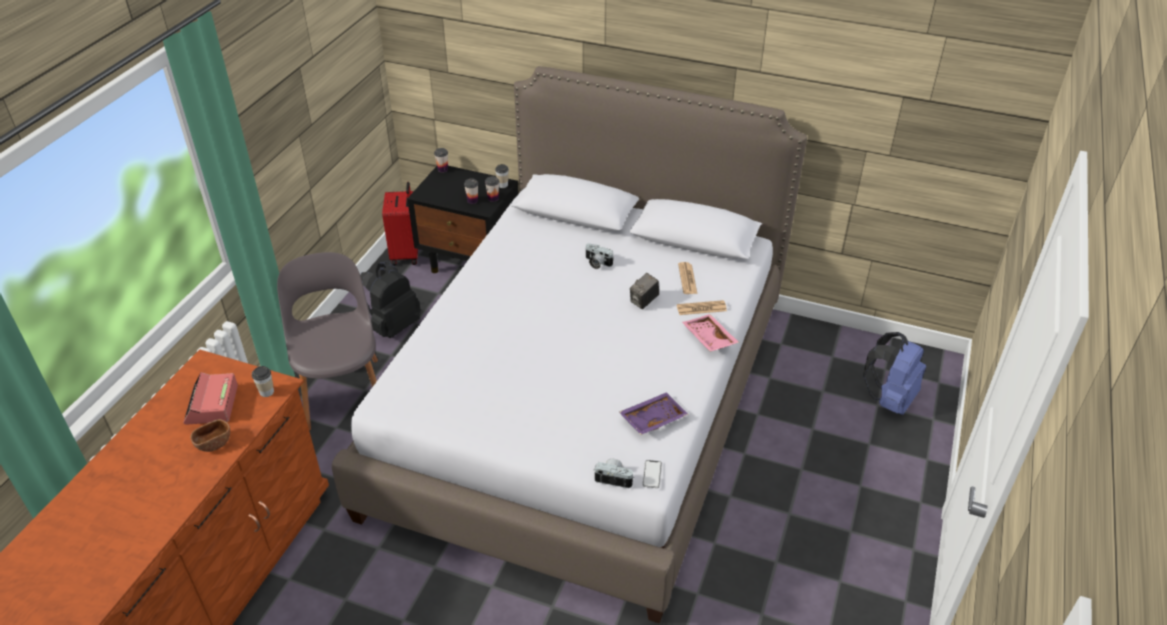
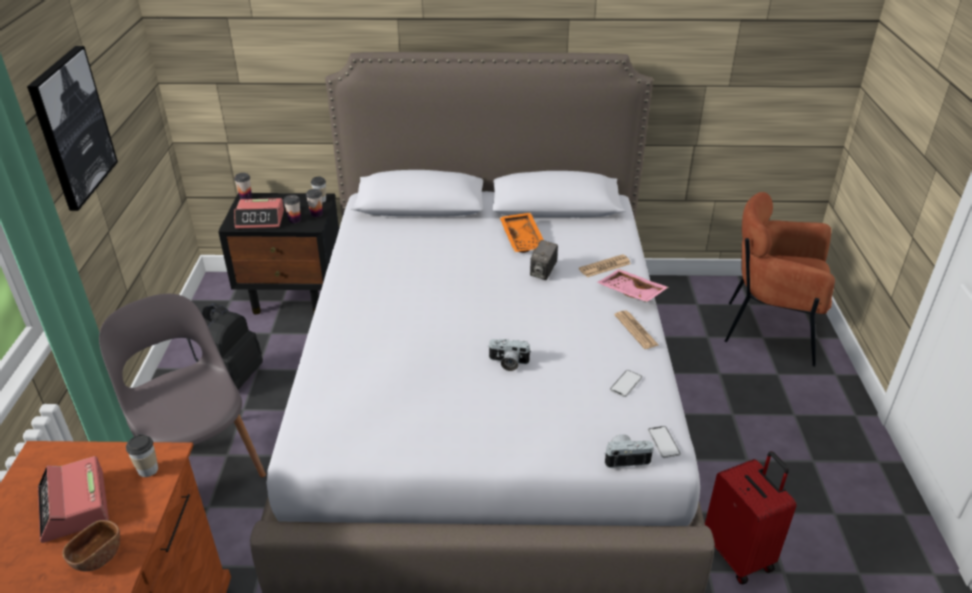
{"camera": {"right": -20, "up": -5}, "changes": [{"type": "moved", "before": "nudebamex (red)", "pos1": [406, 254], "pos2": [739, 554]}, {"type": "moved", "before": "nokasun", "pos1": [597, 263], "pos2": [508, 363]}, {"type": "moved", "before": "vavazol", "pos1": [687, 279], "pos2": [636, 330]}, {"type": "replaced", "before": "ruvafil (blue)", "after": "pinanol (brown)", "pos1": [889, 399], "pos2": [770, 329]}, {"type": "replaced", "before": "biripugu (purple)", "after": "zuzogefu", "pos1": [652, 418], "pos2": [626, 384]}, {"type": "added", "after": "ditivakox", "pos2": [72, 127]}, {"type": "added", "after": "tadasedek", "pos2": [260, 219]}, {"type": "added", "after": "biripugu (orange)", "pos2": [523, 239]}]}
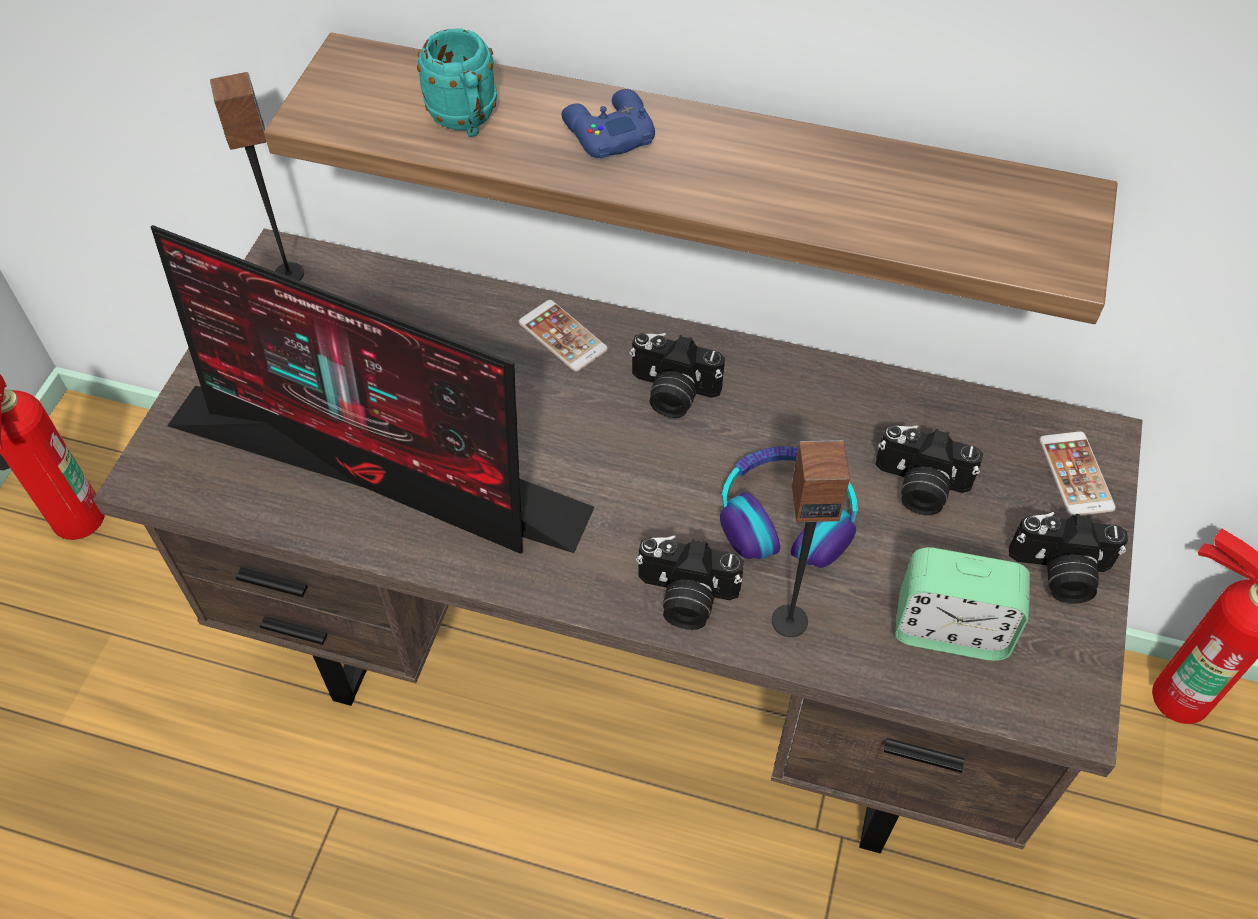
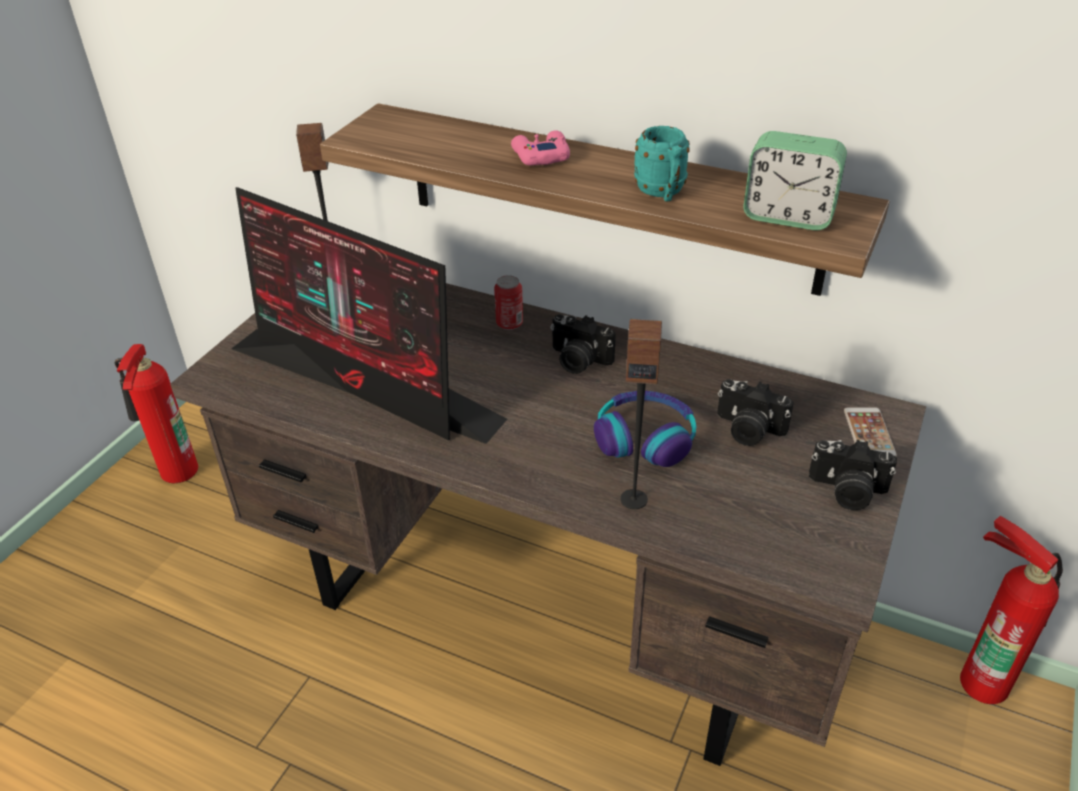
{"camera": {"right": 10, "up": -15}, "changes": [{"type": "moved", "before": "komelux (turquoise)", "pos1": [466, 121], "pos2": [662, 193]}, {"type": "recoloured", "before": "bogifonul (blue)", "after": "bogifonul (pink)", "pos1": [608, 132], "pos2": [540, 156]}, {"type": "replaced", "before": "zuzogefu", "after": "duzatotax", "pos1": [562, 336], "pos2": [509, 323]}, {"type": "removed", "before": "nokasun", "pos1": [685, 598]}, {"type": "moved", "before": "tadasedek", "pos1": [950, 629], "pos2": [788, 216]}]}
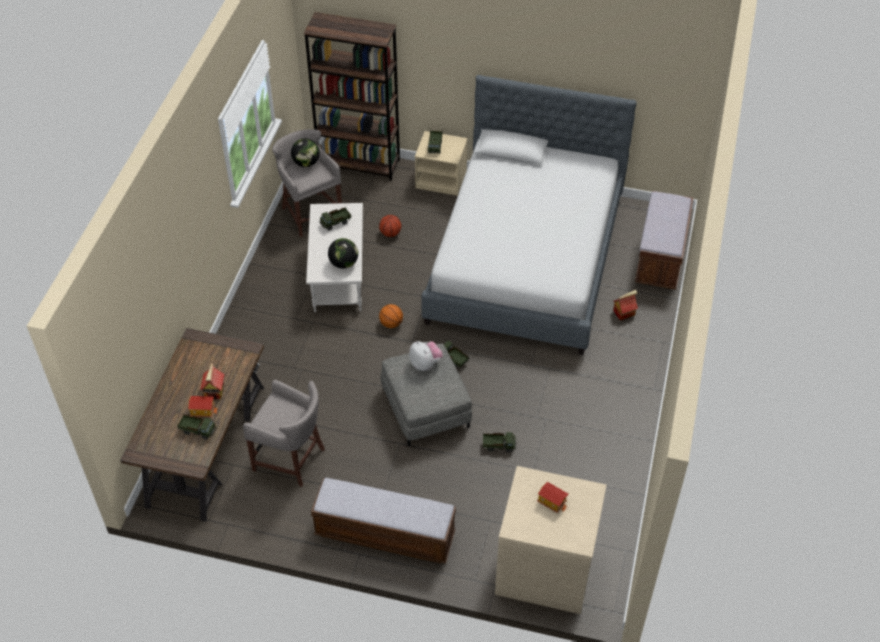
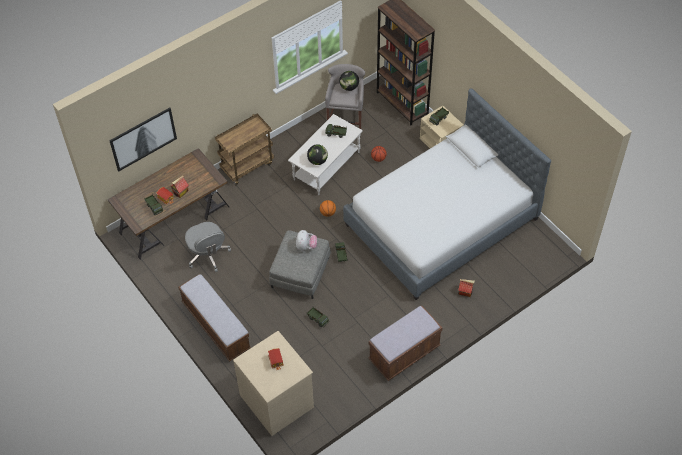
{"camera": {"right": 40, "up": 5}, "changes": [{"type": "moved", "before": "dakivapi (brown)", "pos1": [660, 259], "pos2": [404, 354]}, {"type": "replaced", "before": "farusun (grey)", "after": "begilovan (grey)", "pos1": [291, 459], "pos2": [208, 255]}, {"type": "added", "after": "ditivakox", "pos2": [143, 139]}, {"type": "added", "after": "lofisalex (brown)", "pos2": [247, 166]}]}
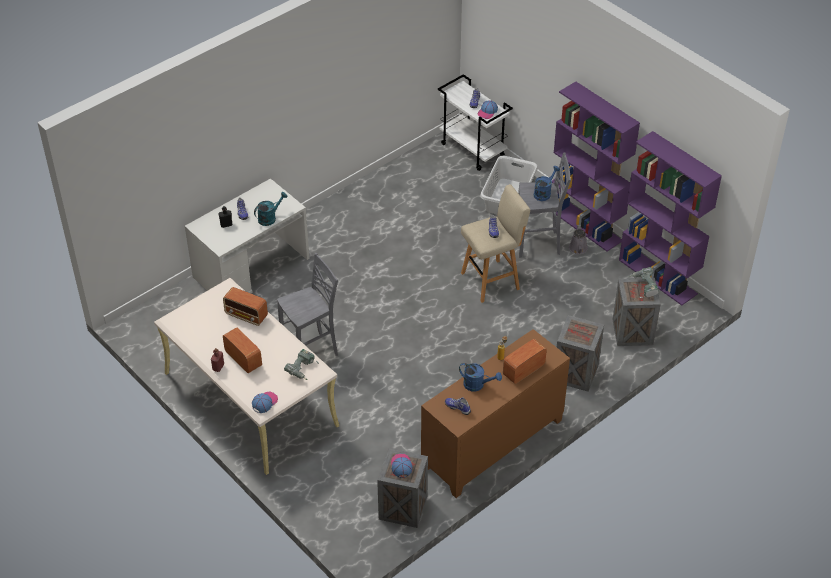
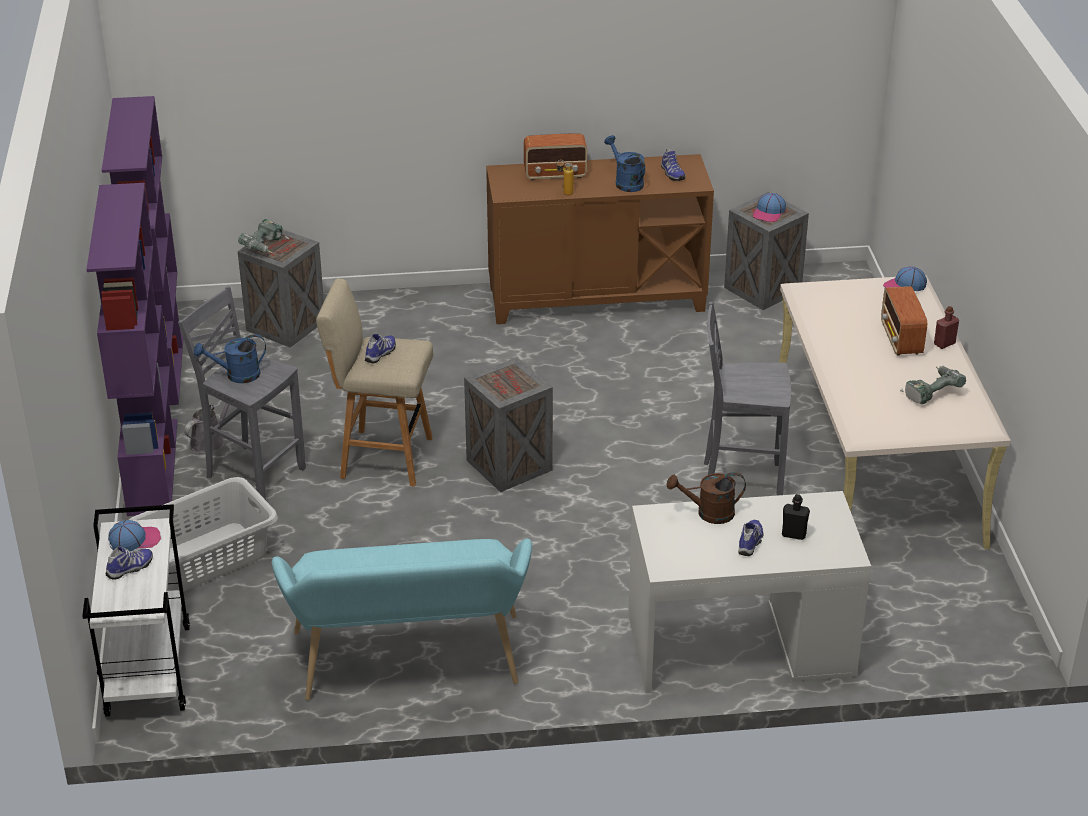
{"camera": {"right": -145, "up": -10}, "changes": [{"type": "recoloured", "before": "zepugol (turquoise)", "after": "zepugol (brown)", "pos1": [270, 218], "pos2": [708, 513]}, {"type": "removed", "before": "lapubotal", "pos1": [246, 316]}, {"type": "moved", "before": "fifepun", "pos1": [576, 374], "pos2": [509, 464]}, {"type": "moved", "before": "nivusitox", "pos1": [302, 370], "pos2": [930, 392]}, {"type": "added", "after": "dakivapi (turquoise)", "pos2": [409, 665]}]}
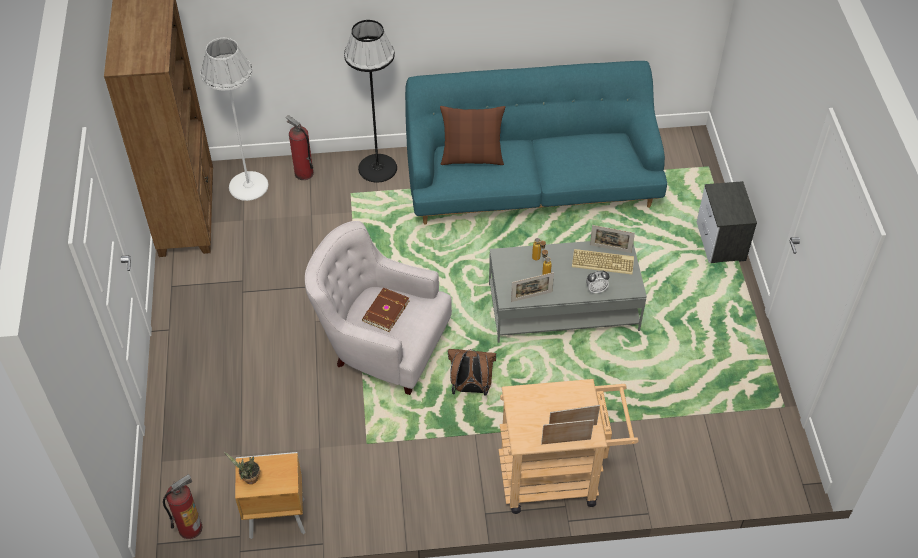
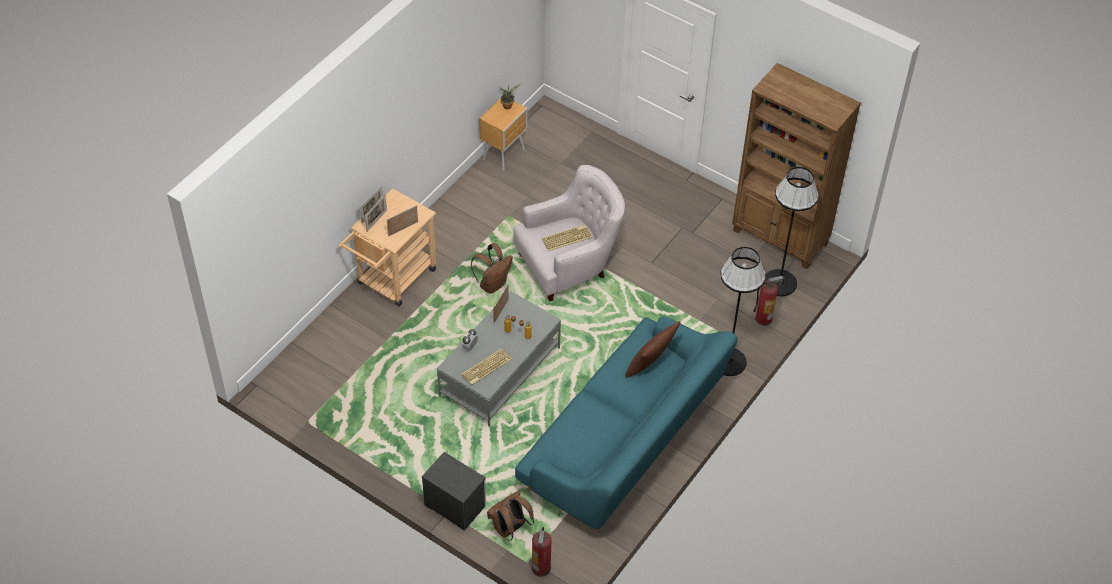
{"camera": {"right": 130, "up": 0}, "changes": [{"type": "recoloured", "before": "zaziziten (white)", "after": "zaziziten (black)", "pos1": [248, 185], "pos2": [780, 282]}, {"type": "moved", "before": "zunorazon", "pos1": [610, 248], "pos2": [403, 229]}, {"type": "replaced", "before": "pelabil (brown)", "after": "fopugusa", "pos1": [385, 311], "pos2": [566, 237]}, {"type": "moved", "before": "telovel", "pos1": [190, 527], "pos2": [541, 568]}, {"type": "added", "after": "ruvafil (brown)", "pos2": [510, 529]}]}
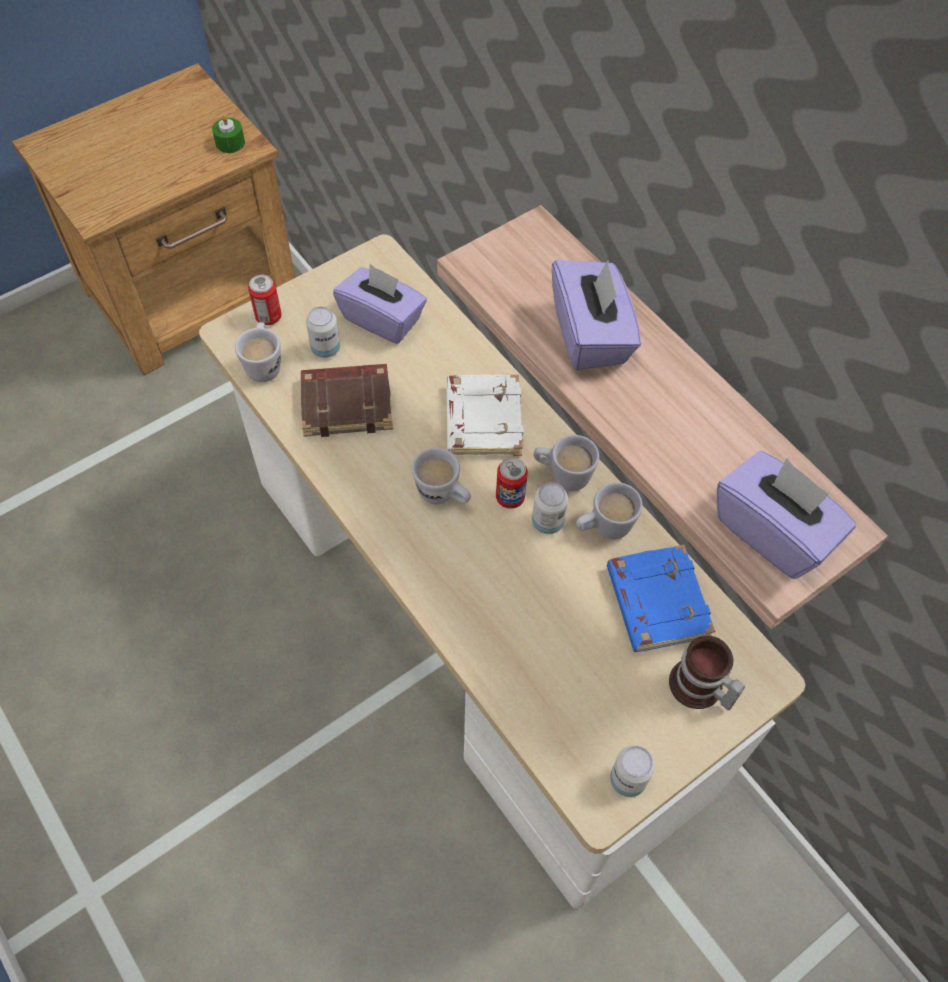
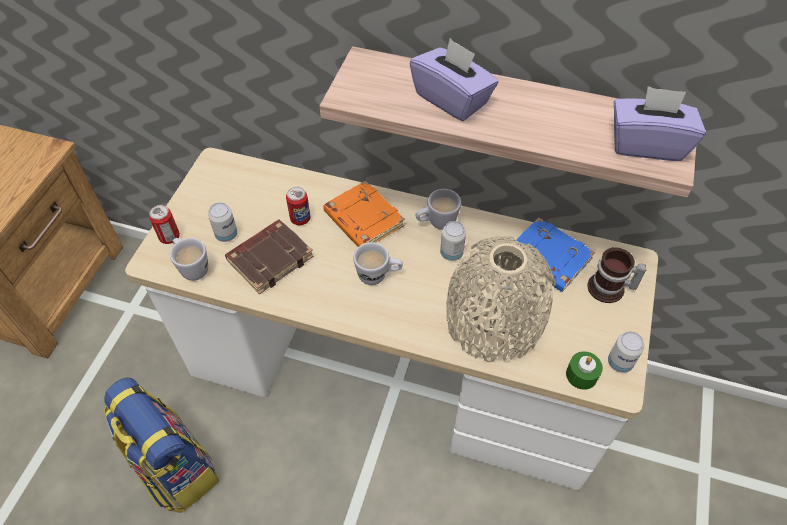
{"camera": {"right": -35, "up": -5}, "changes": [{"type": "moved", "before": "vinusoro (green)", "pos1": [230, 143], "pos2": [581, 375]}, {"type": "removed", "before": "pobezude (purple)", "pos1": [382, 319]}, {"type": "recoloured", "before": "pelabil (white)", "after": "pelabil (orange)", "pos1": [482, 419], "pos2": [362, 219]}, {"type": "moved", "before": "duzatotax", "pos1": [510, 497], "pos2": [300, 219]}, {"type": "removed", "before": "komelux (white)", "pos1": [603, 528]}, {"type": "added", "after": "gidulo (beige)", "pos2": [494, 321]}, {"type": "added", "after": "ruvafil", "pos2": [174, 468]}]}
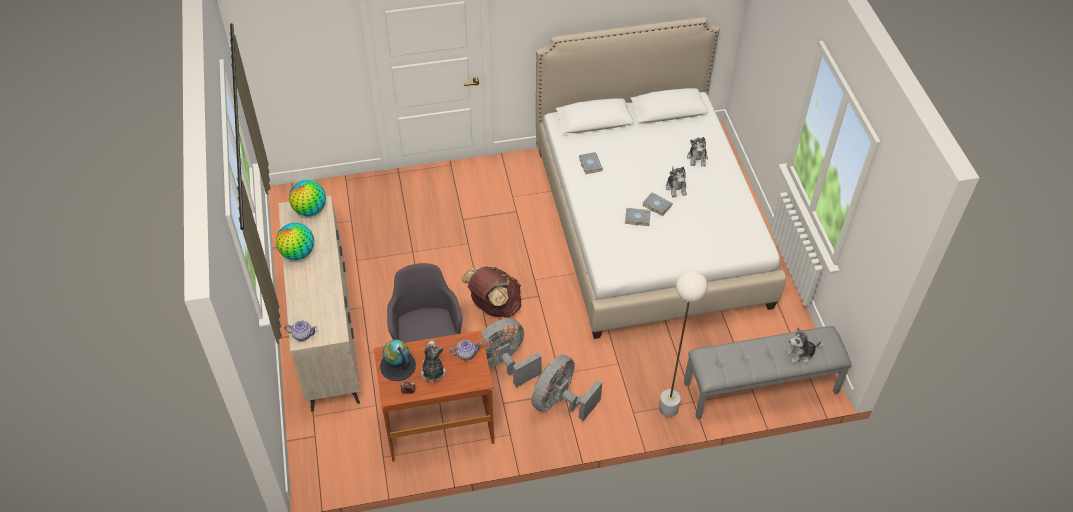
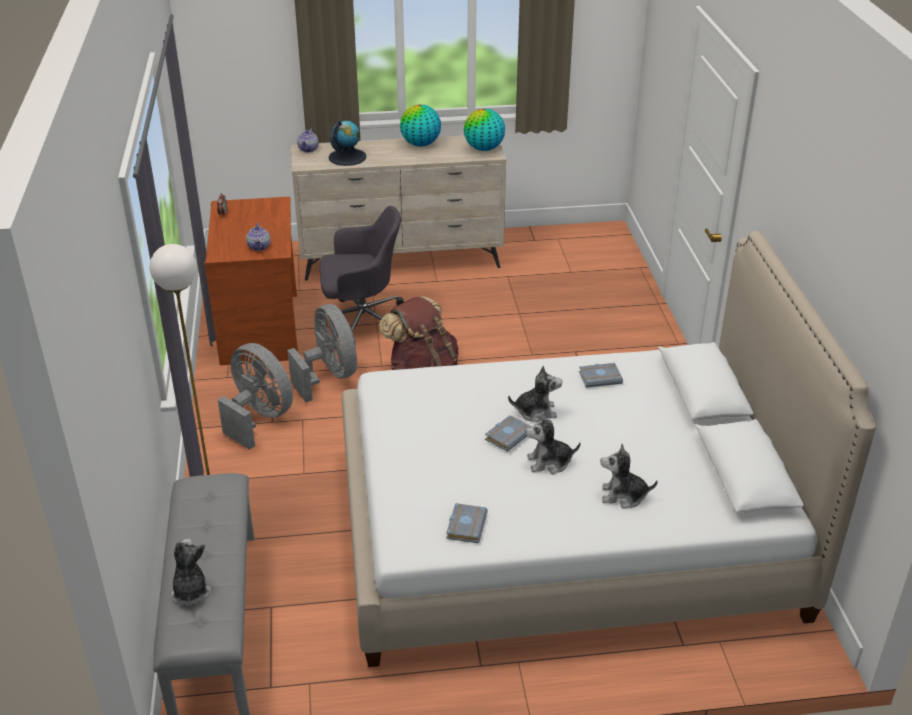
{"camera": {"right": 95, "up": -15}, "changes": [{"type": "moved", "before": "pelabil (grey)", "pos1": [636, 219], "pos2": [465, 525]}, {"type": "moved", "before": "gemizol", "pos1": [397, 366], "pos2": [347, 157]}, {"type": "moved", "before": "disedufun", "pos1": [433, 371], "pos2": [535, 411]}]}
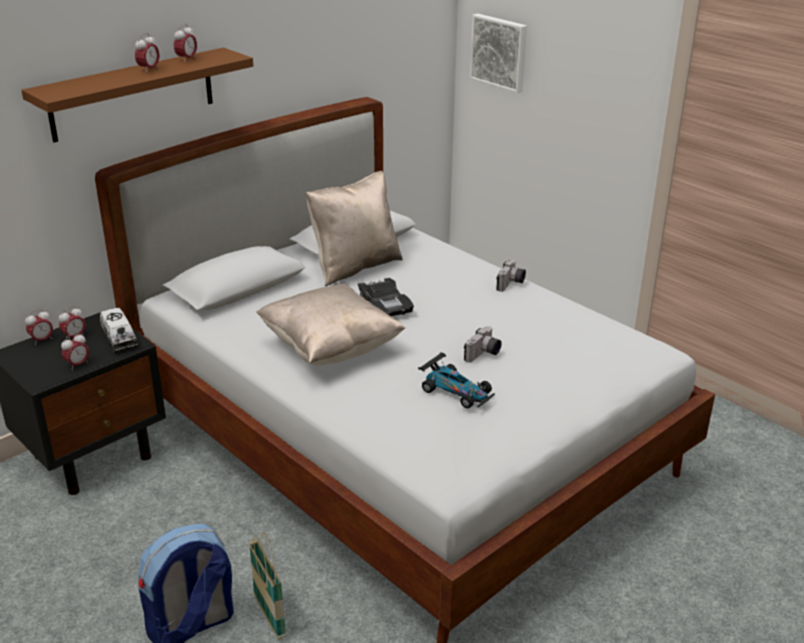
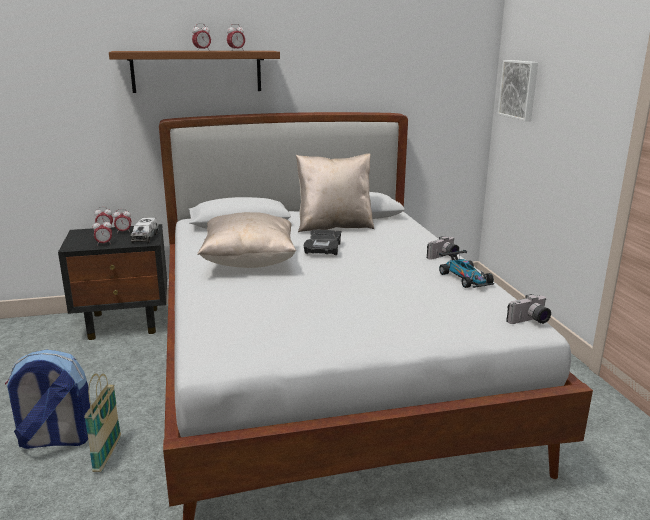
{"camera": {"right": 30, "up": -10}, "changes": [{"type": "moved", "before": "nokasun", "pos1": [483, 354], "pos2": [530, 321]}, {"type": "moved", "before": "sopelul", "pos1": [456, 391], "pos2": [465, 278]}]}
